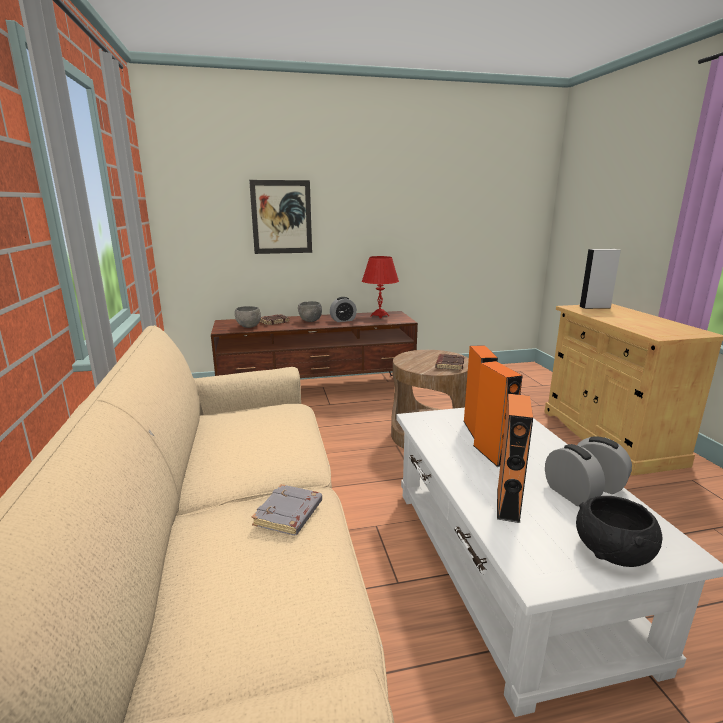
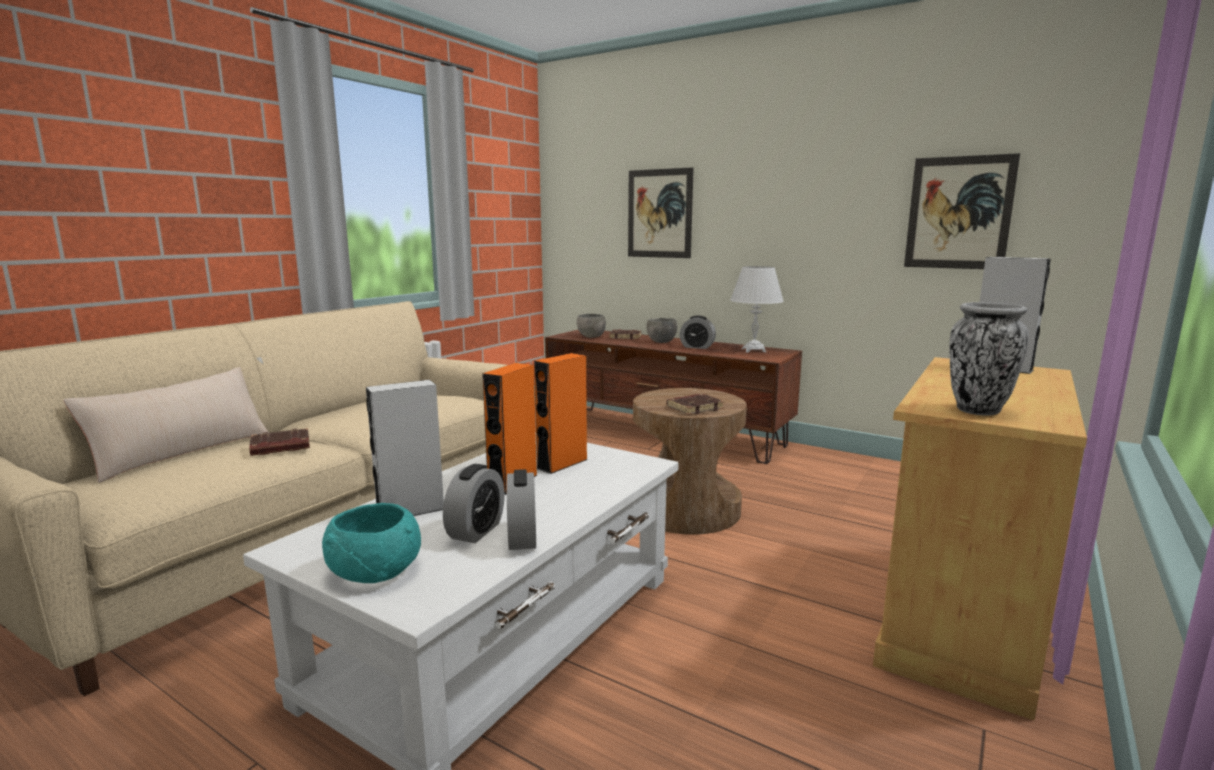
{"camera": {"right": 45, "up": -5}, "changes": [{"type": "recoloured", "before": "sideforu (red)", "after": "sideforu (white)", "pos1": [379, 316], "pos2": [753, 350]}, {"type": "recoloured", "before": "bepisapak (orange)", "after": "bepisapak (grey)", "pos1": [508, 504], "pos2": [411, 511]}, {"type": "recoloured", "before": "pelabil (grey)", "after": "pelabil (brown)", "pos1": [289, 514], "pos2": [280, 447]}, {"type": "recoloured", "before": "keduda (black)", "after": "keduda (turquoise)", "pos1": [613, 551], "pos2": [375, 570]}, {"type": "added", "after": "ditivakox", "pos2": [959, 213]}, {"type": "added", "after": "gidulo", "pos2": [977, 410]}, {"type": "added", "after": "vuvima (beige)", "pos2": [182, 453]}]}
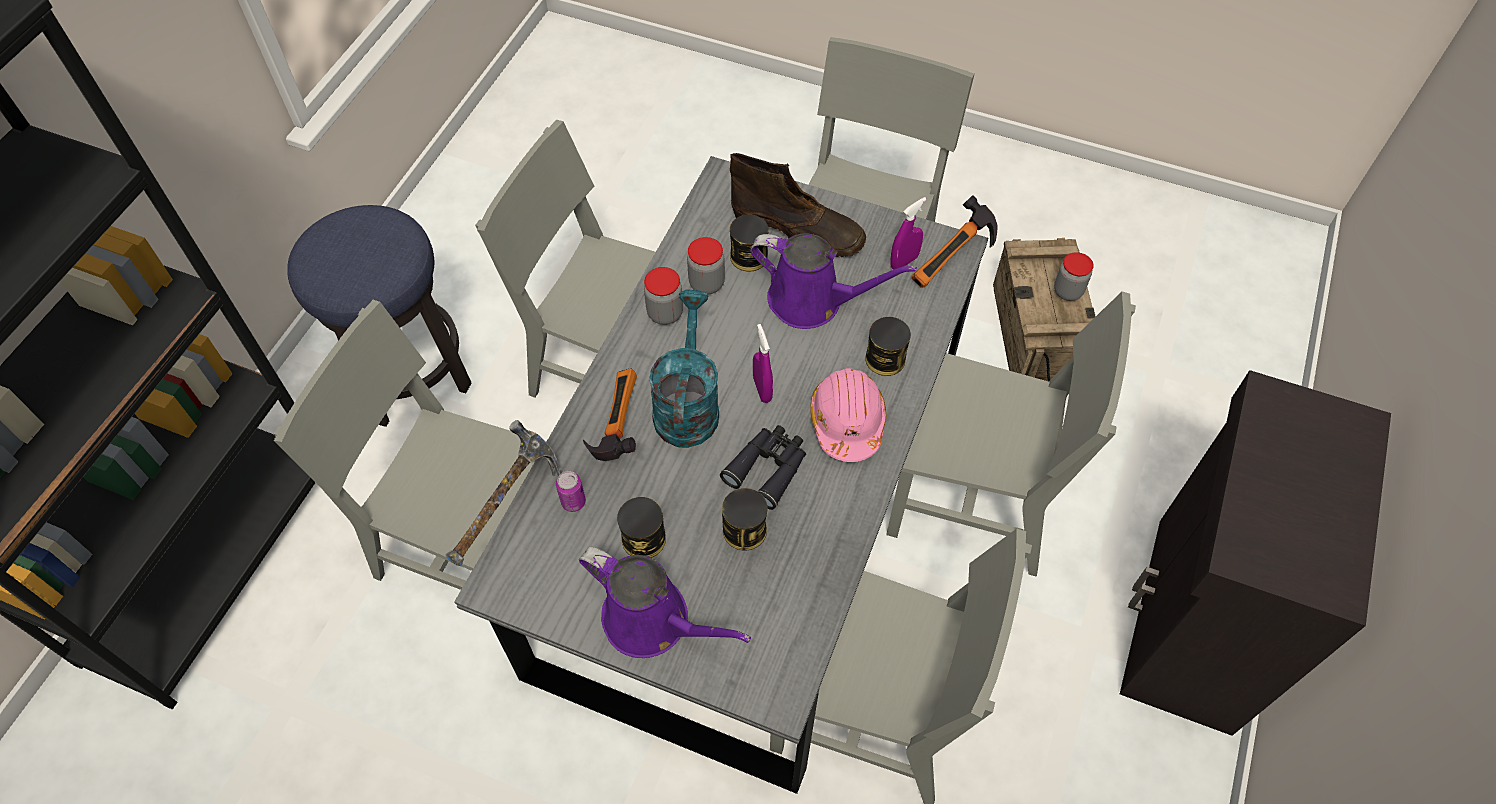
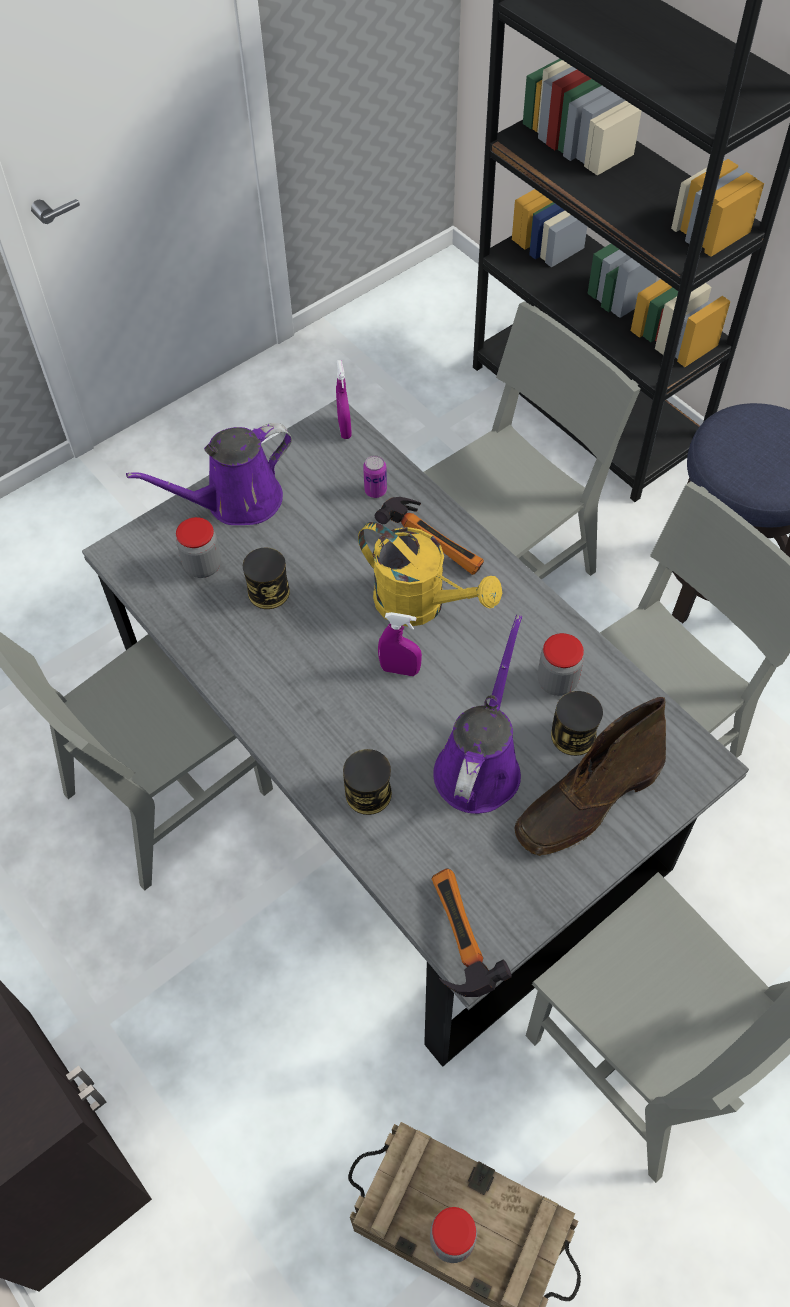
{"camera": {"right": 120, "up": 0}, "changes": [{"type": "moved", "before": "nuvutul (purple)", "pos1": [904, 262], "pos2": [344, 428]}, {"type": "turned", "before": "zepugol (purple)", "pos1": [812, 301], "pos2": [479, 765], "turn": 150}, {"type": "moved", "before": "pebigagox", "pos1": [665, 313], "pos2": [203, 566]}, {"type": "recoloured", "before": "zepugol (turquoise)", "after": "zepugol (yellow)", "pos1": [687, 404], "pos2": [421, 604]}, {"type": "removed", "before": "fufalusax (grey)", "pos1": [973, 500]}, {"type": "removed", "before": "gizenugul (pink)", "pos1": [847, 421]}, {"type": "removed", "before": "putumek", "pos1": [506, 509]}, {"type": "removed", "before": "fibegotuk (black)", "pos1": [768, 468]}, {"type": "removed", "before": "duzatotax", "pos1": [643, 539]}]}
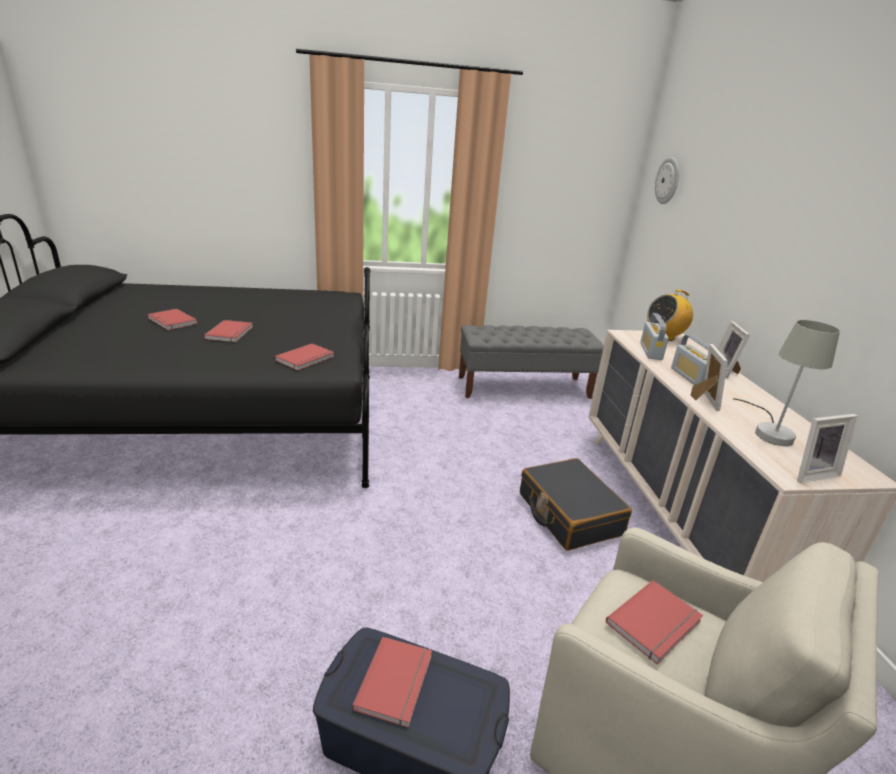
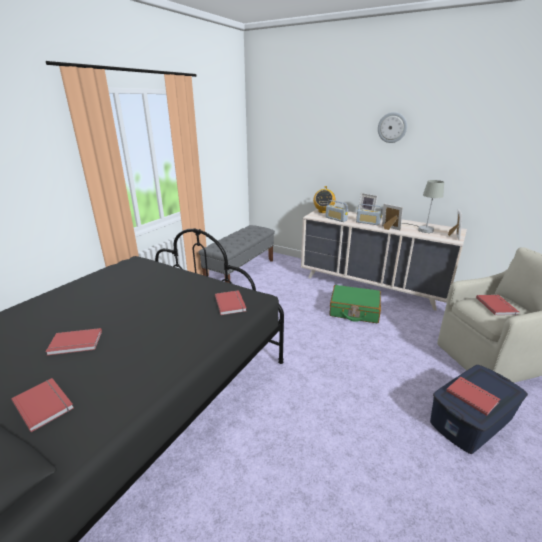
{"camera": {"right": -50, "up": 0}, "changes": [{"type": "moved", "before": "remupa", "pos1": [668, 181], "pos2": [392, 127]}, {"type": "moved", "before": "pelabil (red)", "pos1": [231, 333], "pos2": [45, 404]}, {"type": "recoloured", "before": "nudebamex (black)", "after": "nudebamex (green)", "pos1": [568, 514], "pos2": [354, 310]}]}
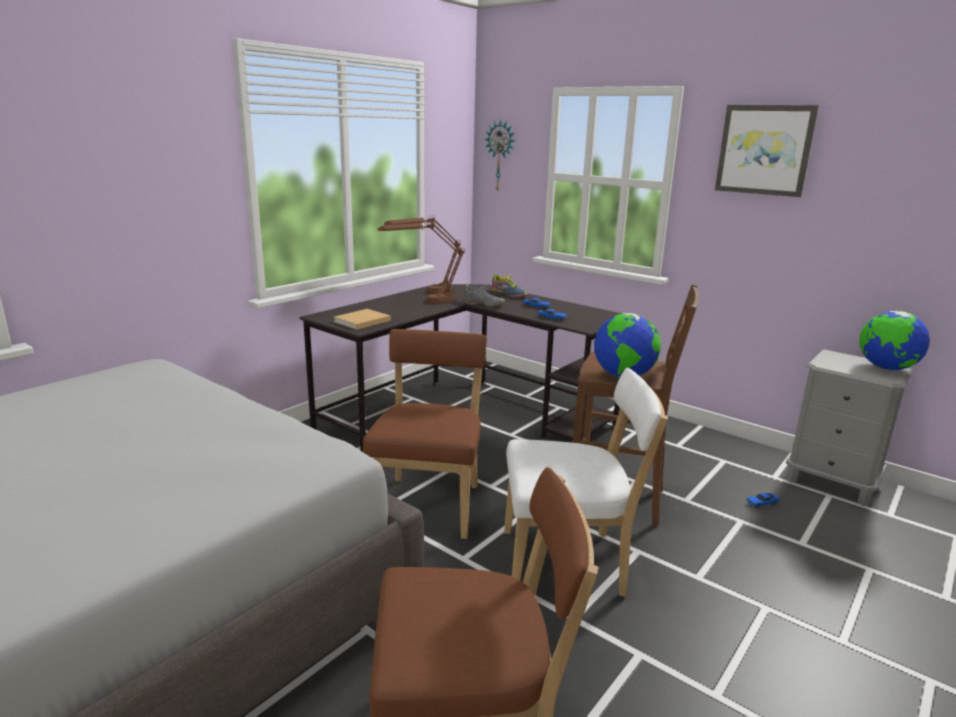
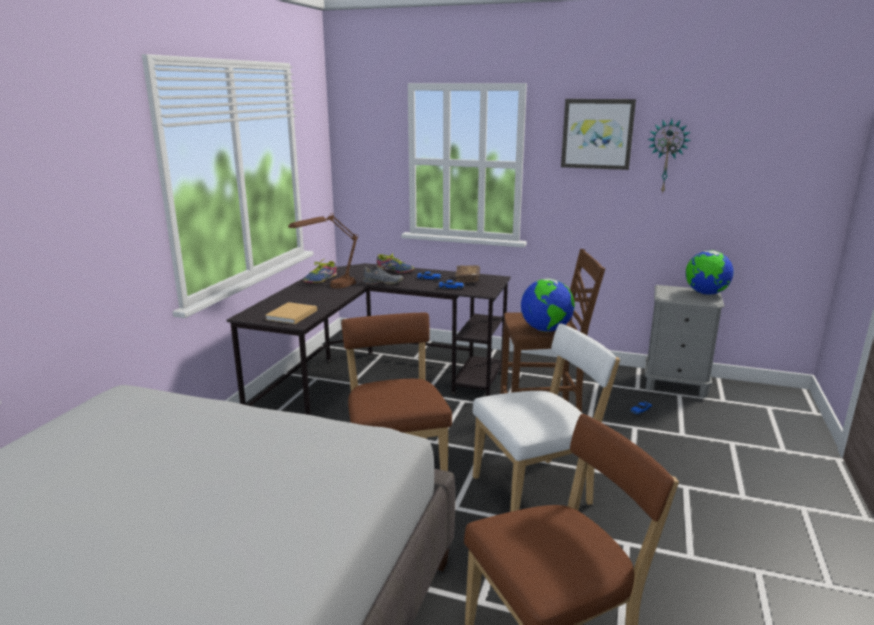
{"camera": {"right": -20, "up": 0}, "changes": [{"type": "moved", "before": "remupa", "pos1": [500, 156], "pos2": [667, 156]}, {"type": "replaced", "before": "sideforu (brown)", "after": "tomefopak", "pos1": [424, 293], "pos2": [321, 279]}, {"type": "added", "after": "pelabil (brown)", "pos2": [467, 279]}]}
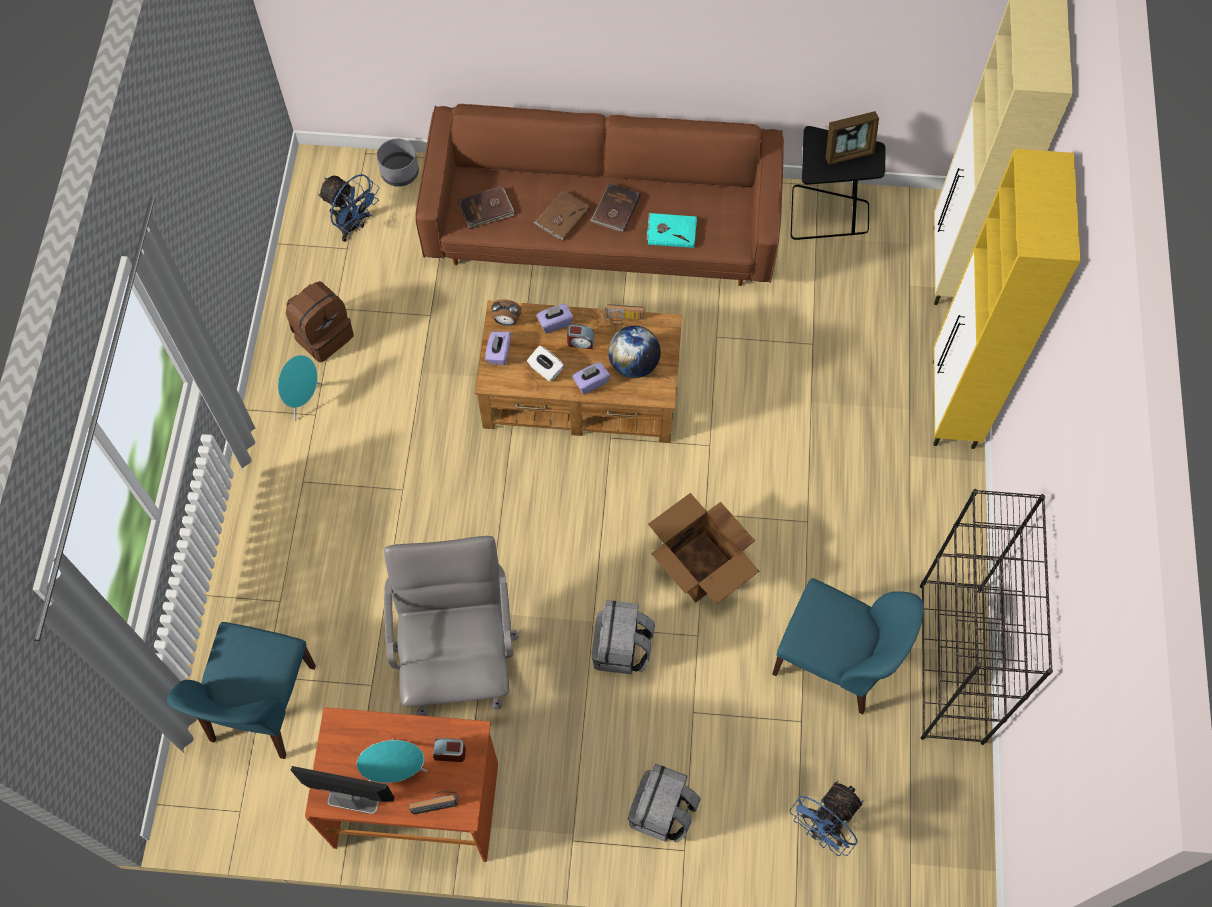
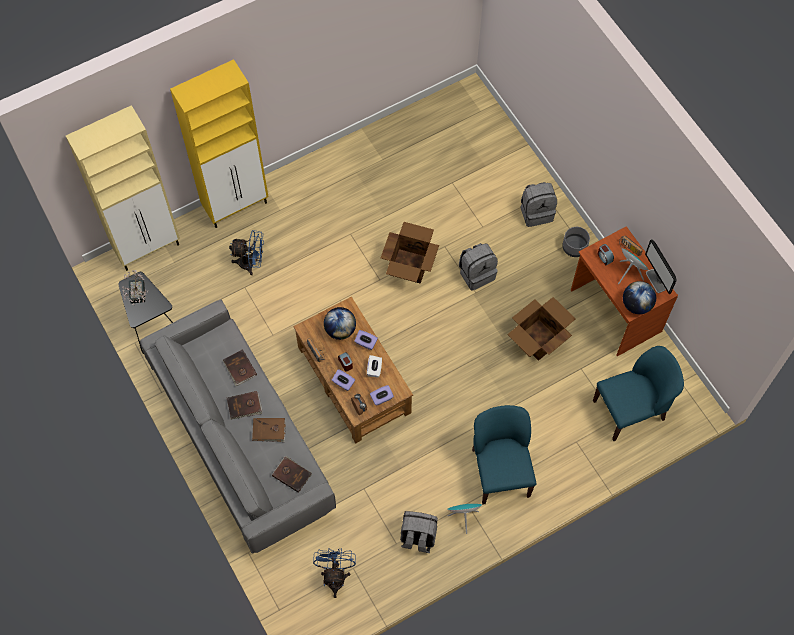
{"camera": {"right": -125, "up": 0}, "changes": [{"type": "recoloured", "before": "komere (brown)", "after": "komere (grey)", "pos1": [602, 228], "pos2": [241, 436]}, {"type": "replaced", "before": "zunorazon", "after": "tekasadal", "pos1": [848, 153], "pos2": [137, 295]}, {"type": "moved", "before": "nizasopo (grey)", "pos1": [400, 172], "pos2": [574, 247]}, {"type": "recoloured", "before": "pelabil (turquoise)", "after": "pelabil (brown)", "pos1": [671, 231], "pos2": [239, 368]}, {"type": "recoloured", "before": "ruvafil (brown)", "after": "ruvafil (grey)", "pos1": [323, 335], "pos2": [418, 537]}, {"type": "removed", "before": "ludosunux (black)", "pos1": [952, 664]}, {"type": "replaced", "before": "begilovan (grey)", "after": "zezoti", "pos1": [458, 659], "pos2": [537, 340]}, {"type": "moved", "before": "fufalusax (blue)", "pos1": [834, 661], "pos2": [500, 471]}, {"type": "moved", "before": "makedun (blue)", "pos1": [823, 827], "pos2": [251, 263]}, {"type": "added", "after": "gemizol", "pos2": [636, 305]}]}
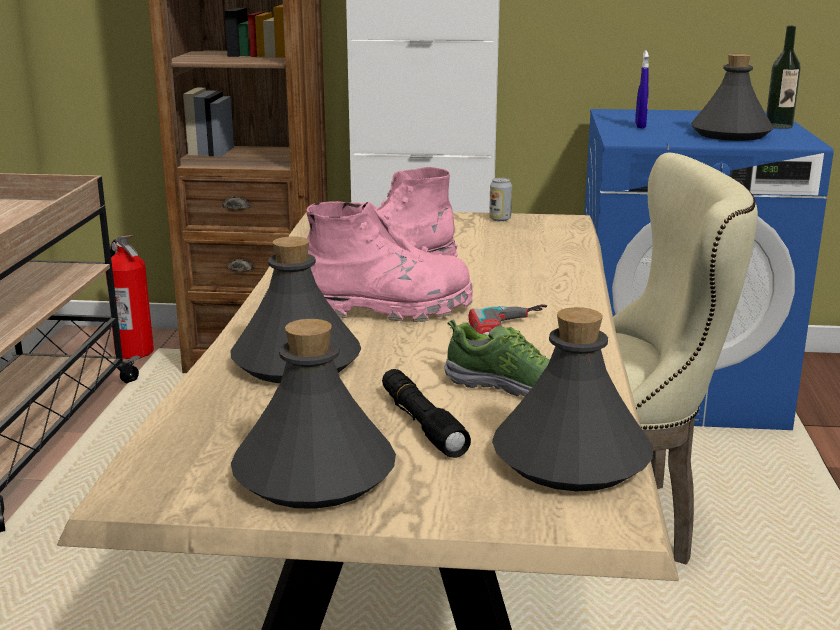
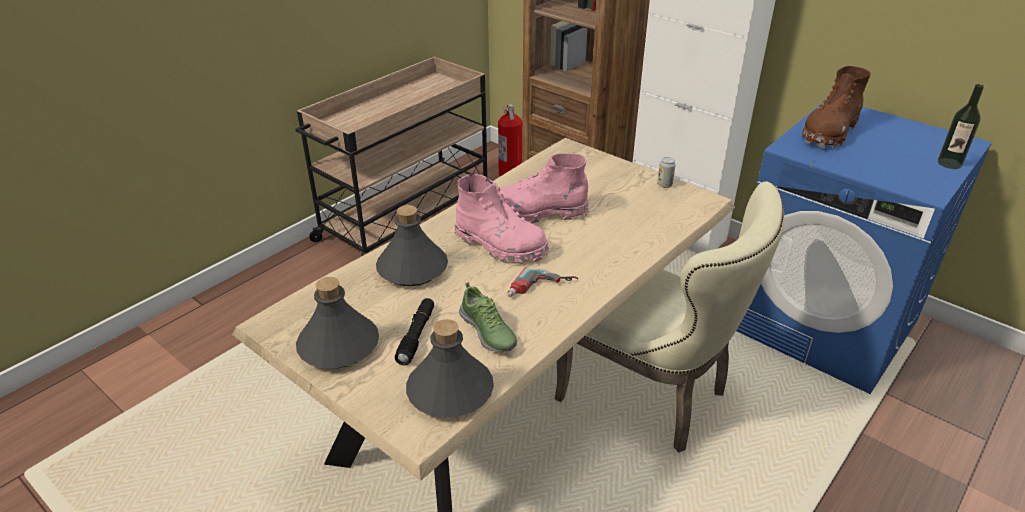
{"camera": {"right": 35, "up": 15}, "changes": [{"type": "replaced", "before": "nuvutul (blue)", "after": "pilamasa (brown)", "pos1": [640, 126], "pos2": [829, 133]}, {"type": "removed", "before": "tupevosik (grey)", "pos1": [731, 134]}]}
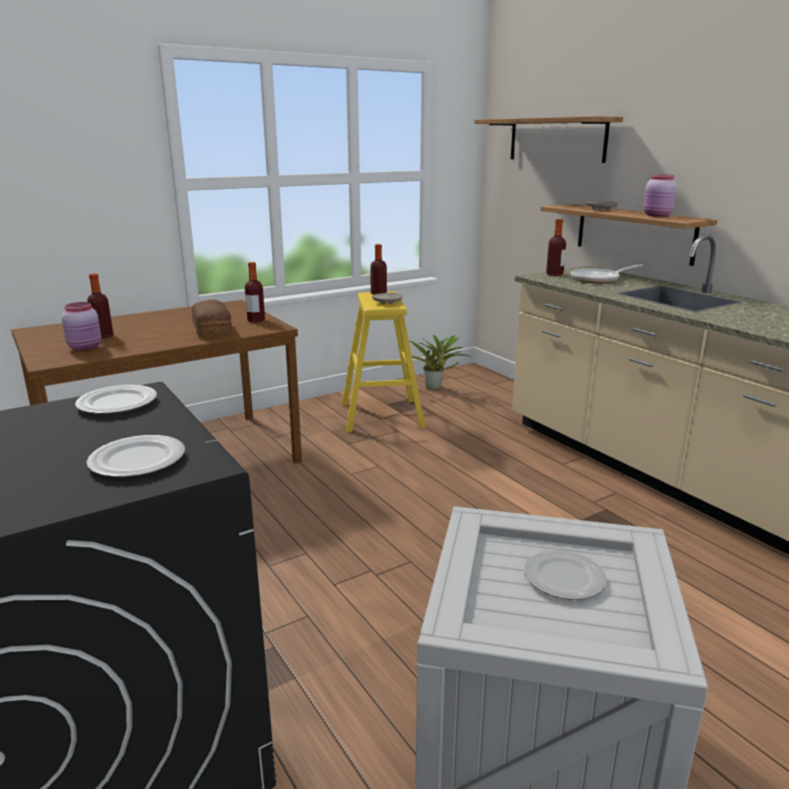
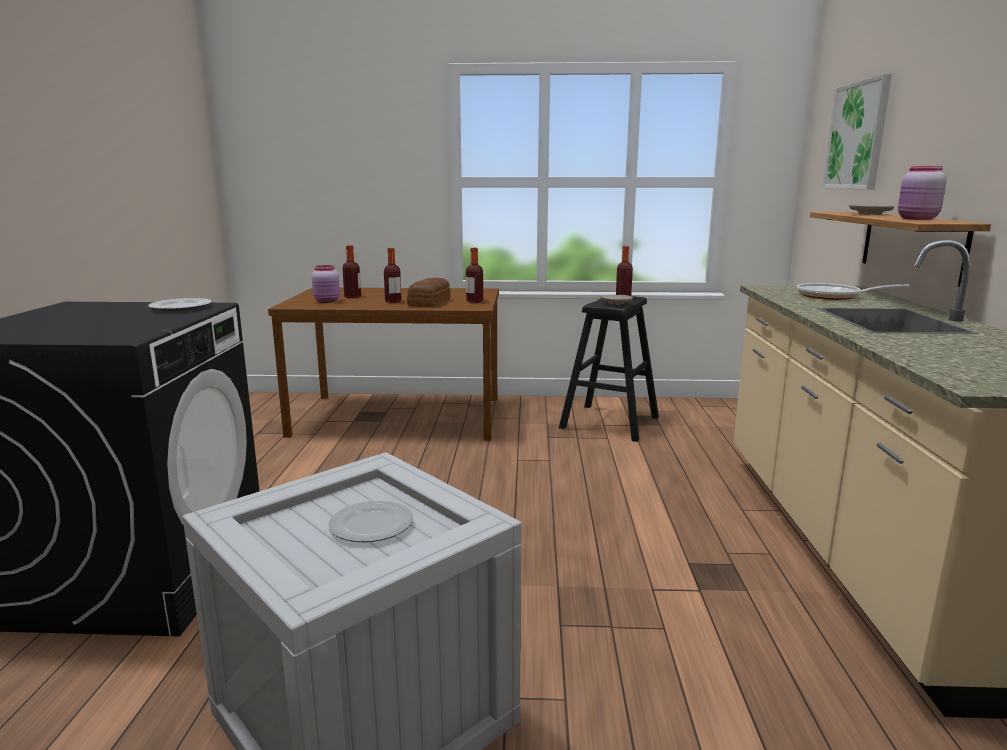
{"camera": {"right": 35, "up": -5}, "changes": [{"type": "replaced", "before": "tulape", "after": "ditivakox", "pos1": [556, 140], "pos2": [857, 136]}, {"type": "moved", "before": "tupevosik", "pos1": [554, 274], "pos2": [393, 301]}, {"type": "recoloured", "before": "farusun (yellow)", "after": "farusun (black)", "pos1": [381, 415], "pos2": [609, 422]}, {"type": "removed", "before": "tekasadal", "pos1": [435, 388]}, {"type": "removed", "before": "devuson", "pos1": [137, 461]}]}
